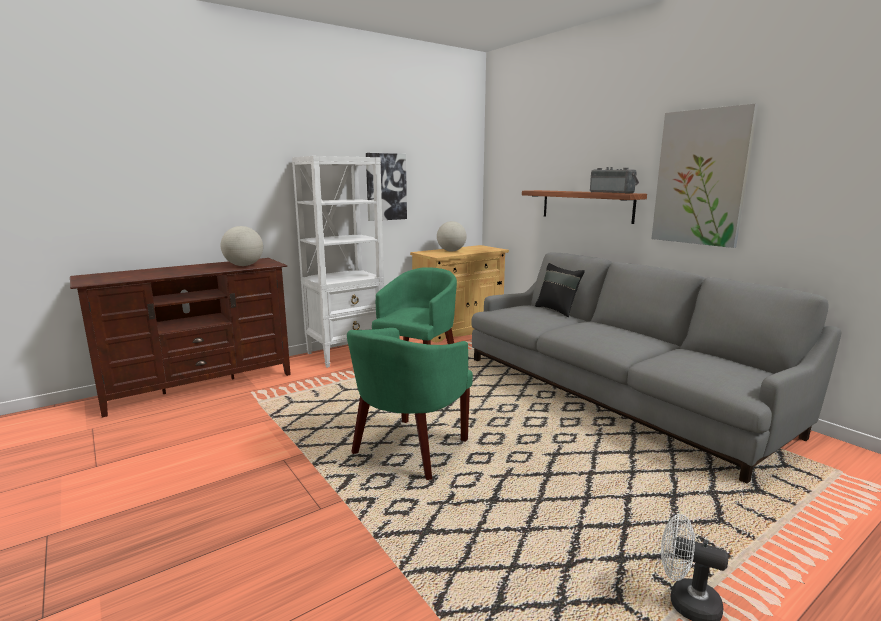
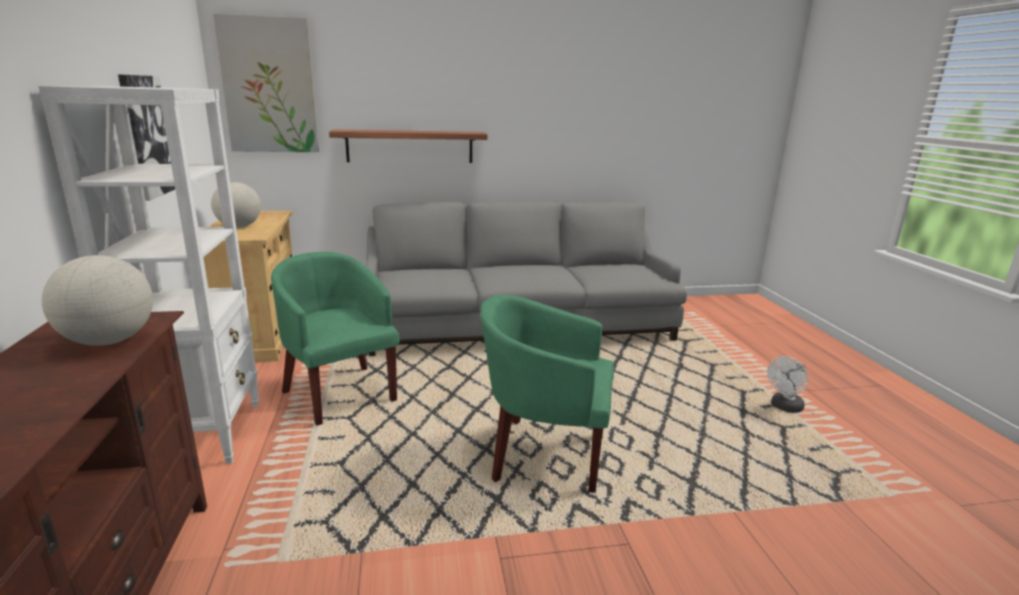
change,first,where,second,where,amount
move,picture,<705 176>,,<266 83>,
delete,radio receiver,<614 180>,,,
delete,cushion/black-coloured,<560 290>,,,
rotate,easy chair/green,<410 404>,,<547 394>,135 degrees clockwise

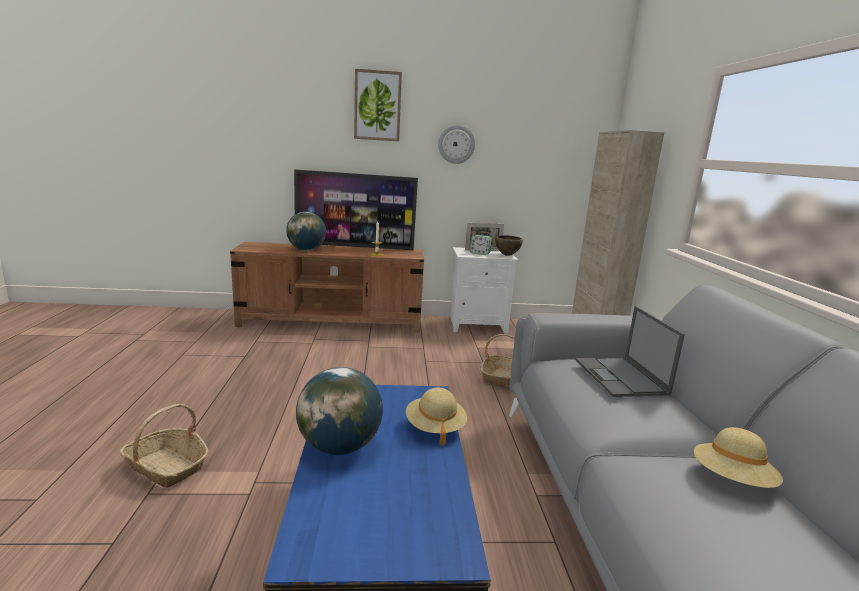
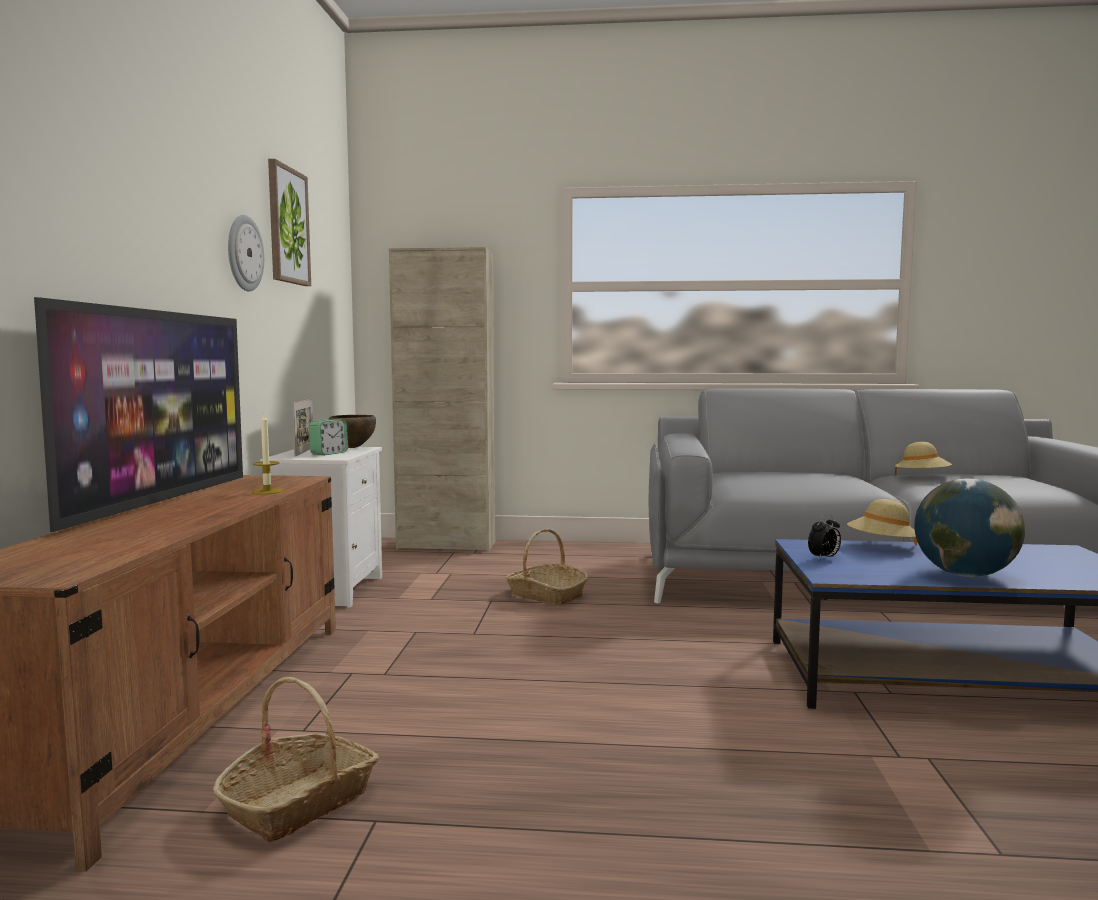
change,first,where,second,where,amount
move,picture,<378 105>,,<289 222>,
delete,world globe,<306 231>,,,
delete,laptop,<630 351>,,,
move,household basket,<164 446>,,<296 759>,
insert,,,alarm clock,<824 537>,

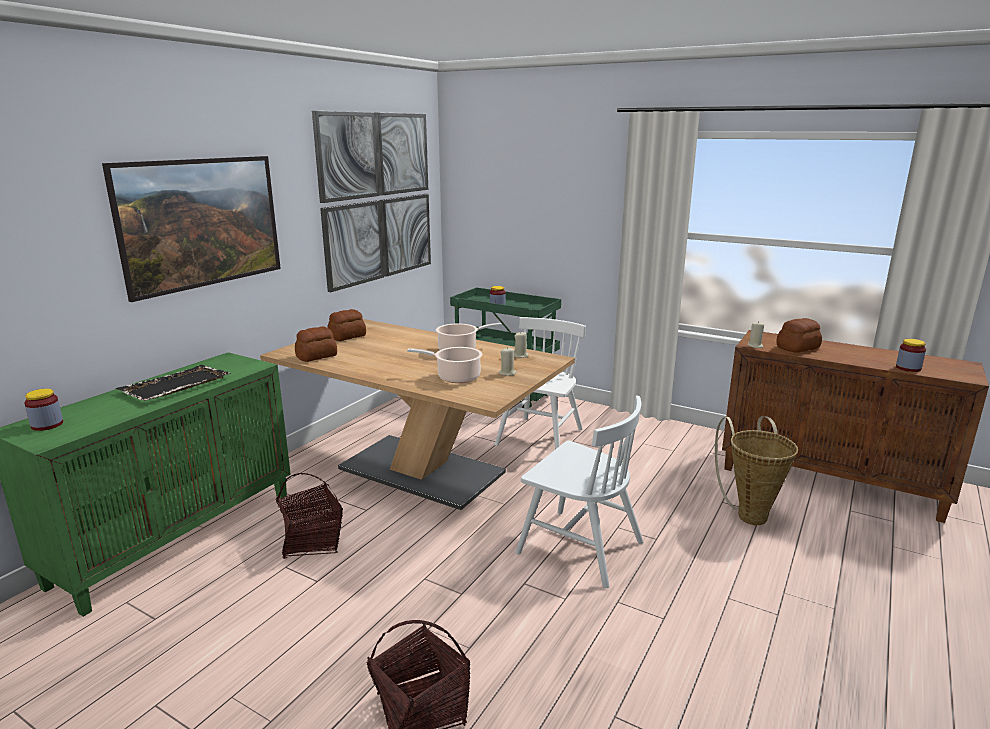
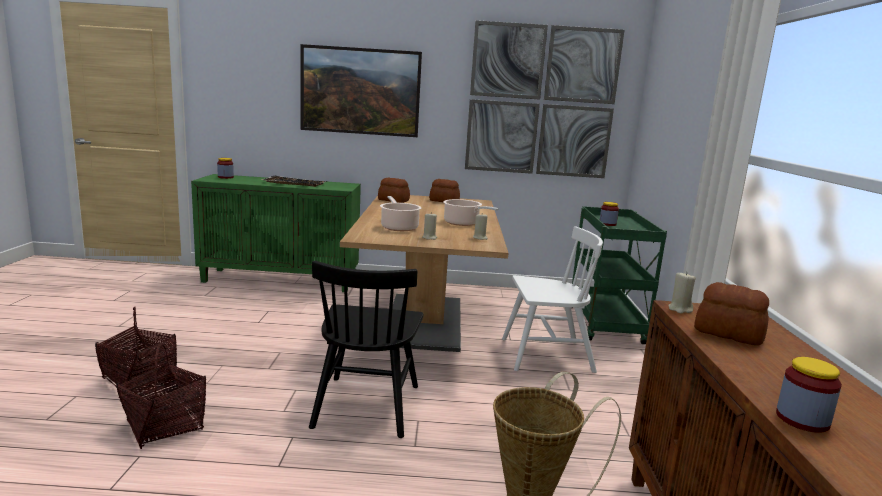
change,first,where,second,where,amount
recolor,plain chair/whitish,<579 492>,plain chair/black-coloured,<366 349>,
move,household basket,<309 516>,,<161 396>,

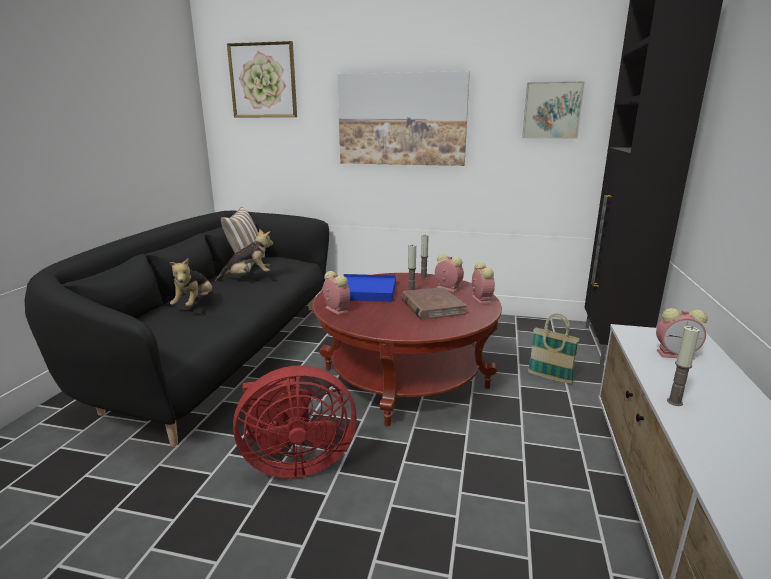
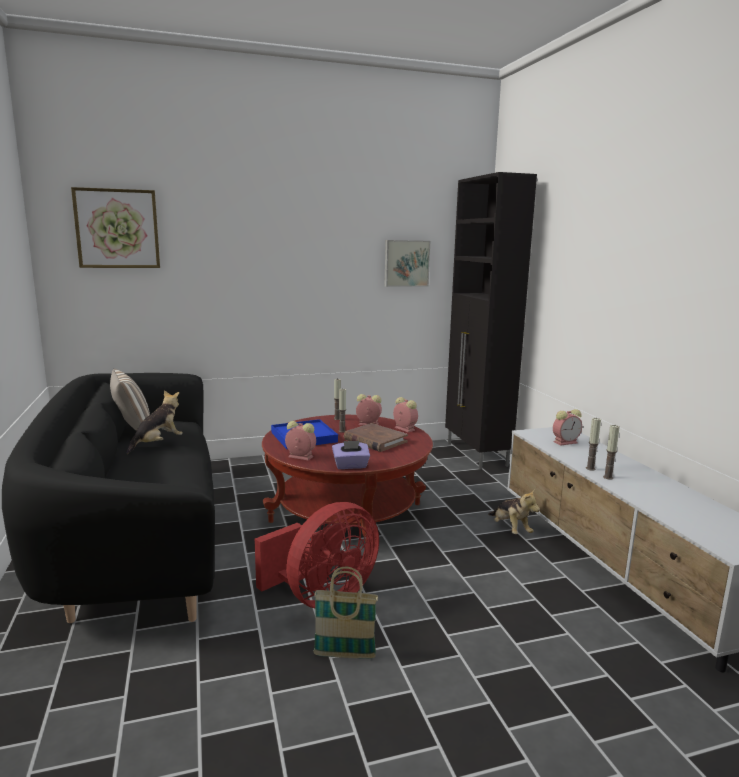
change,first,where,second,where,amount
delete,picture,<404 118>,,,
move,soft toy,<191 282>,,<514 511>,
move,household basket,<554 349>,,<345 613>,
insert,,,wax light,<611 452>,
insert,,,tissue holder/purple,<351 455>,

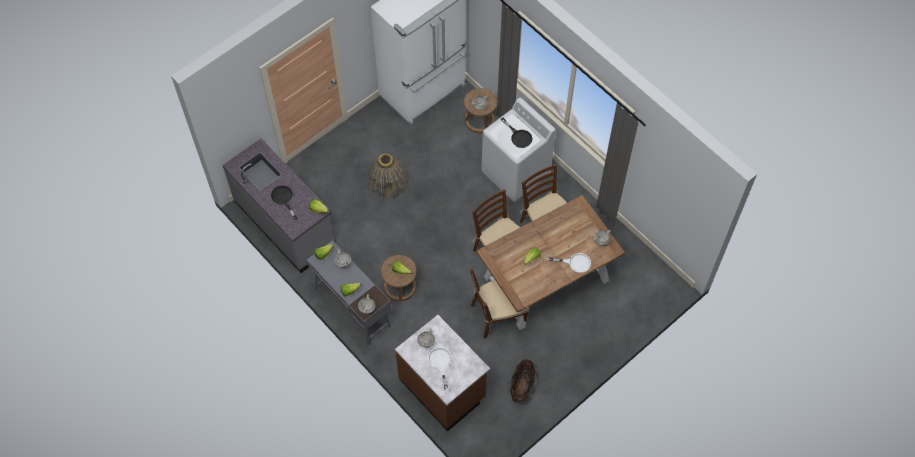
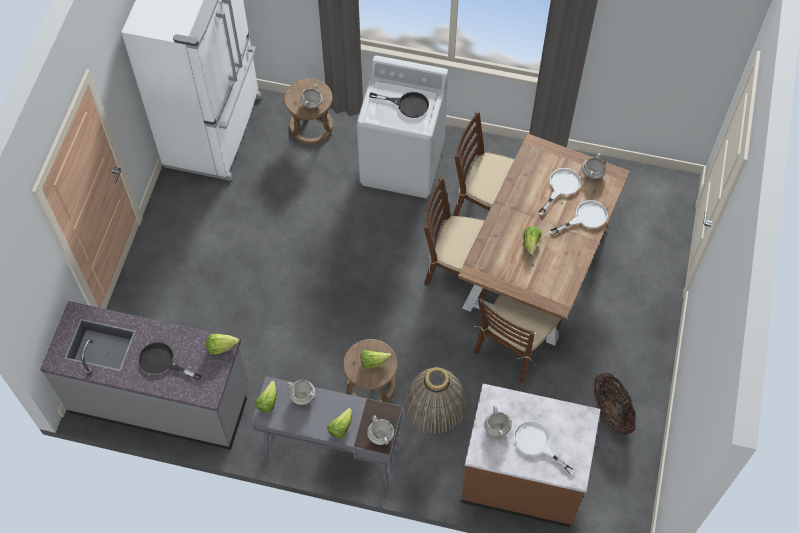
change,first,where,second,where,amount
move,household basket,<388 176>,,<435 400>,
insert,,,skillet/whitish,<559 191>,

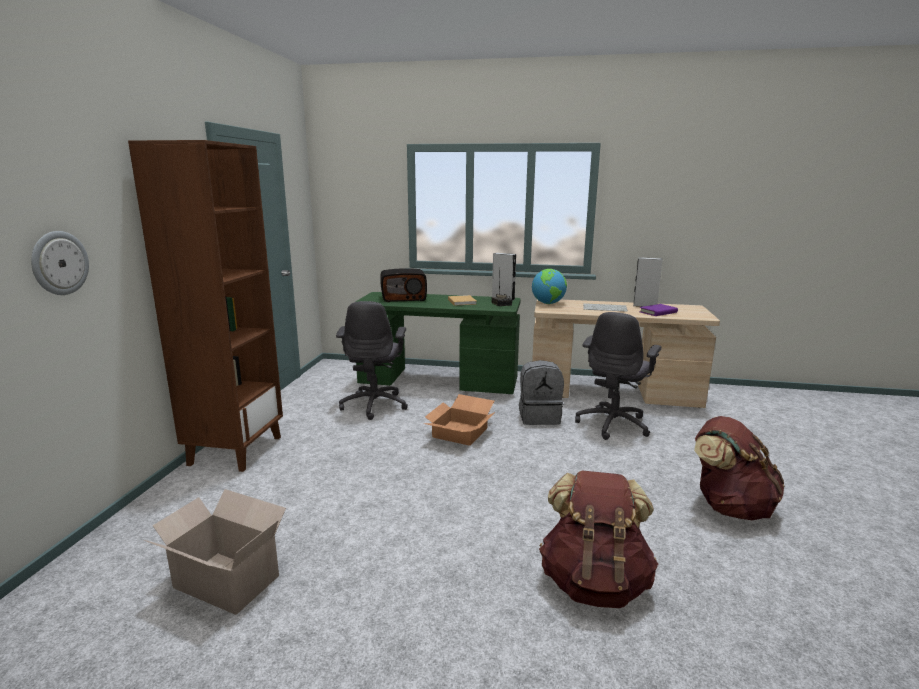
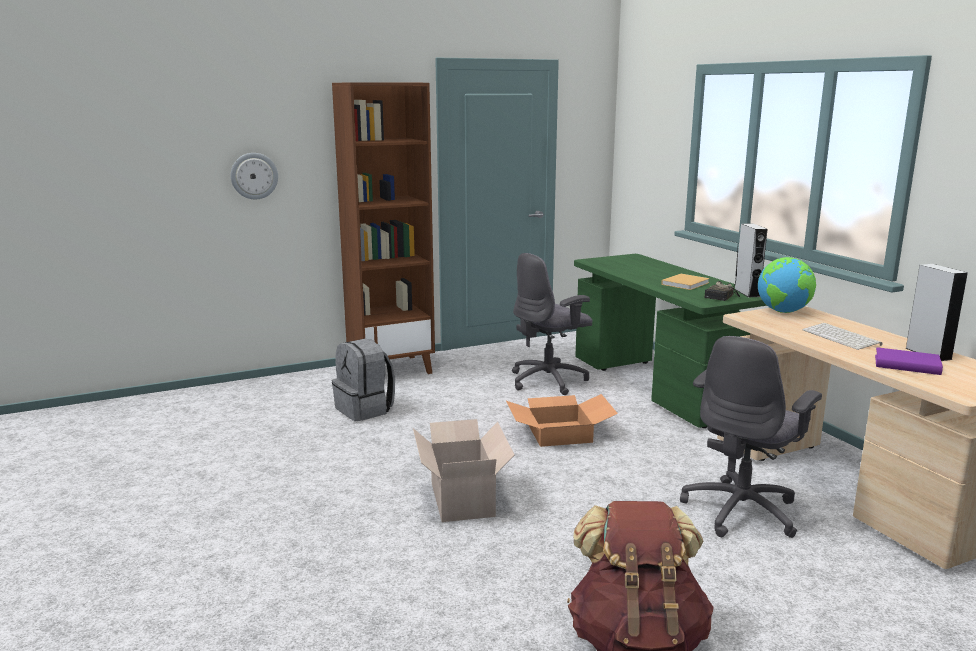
change,first,where,second,where,amount
delete,radio receiver,<403 285>,,,
rotate,office chair/greyish,<618 376>,,<751 437>,45 degrees counterclockwise
move,rucksack/greyish,<541 392>,,<363 380>,
delete,rucksack/brownish,<598 539>,,,
move,packing box,<215 552>,,<463 470>,

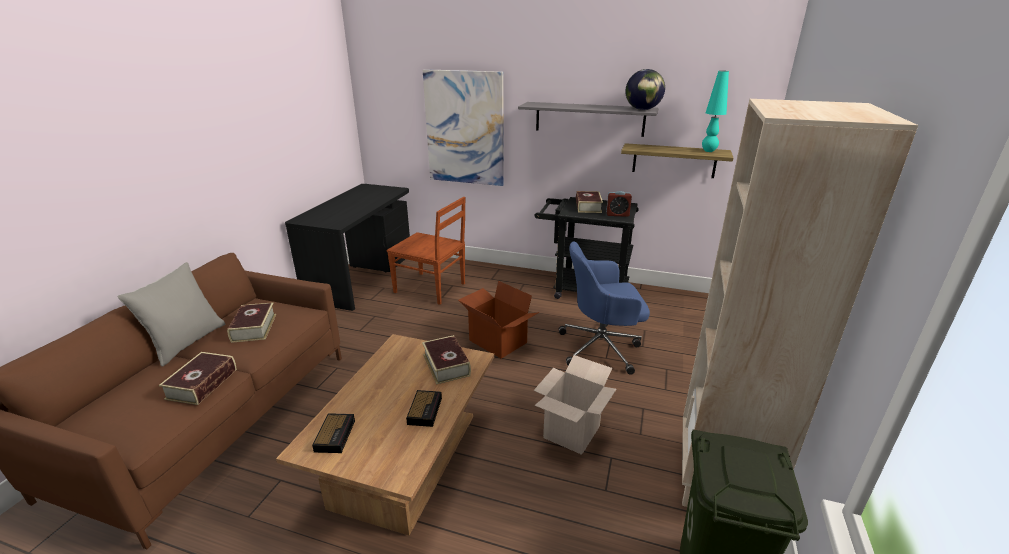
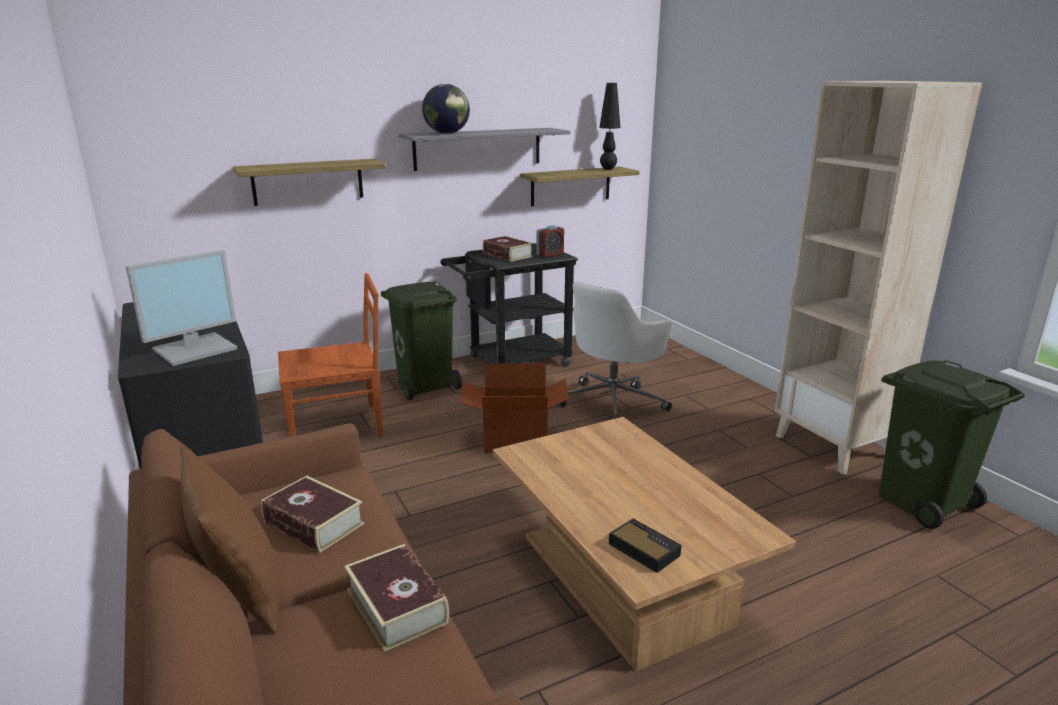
change,first,where,second,where,amount
replace,picture,<463 127>,wall shelf,<309 182>,
move,world globe,<645 89>,,<446 109>,
recolor,tabletop lamp/turquoise,<715 111>,tabletop lamp/black-coloured,<610 126>,
recolor,office chair/blue-coloured,<604 308>,office chair/whitish,<614 350>,
recolor,cushion/greyish,<171 314>,cushion/brownish,<229 539>,
delete,bound book,<446 360>,,,
delete,packing box,<575 405>,,,
delete,alarm clock,<424 408>,,,
insert,,,monitor,<181 308>,
insert,,,rubbish bin/green,<421 340>,

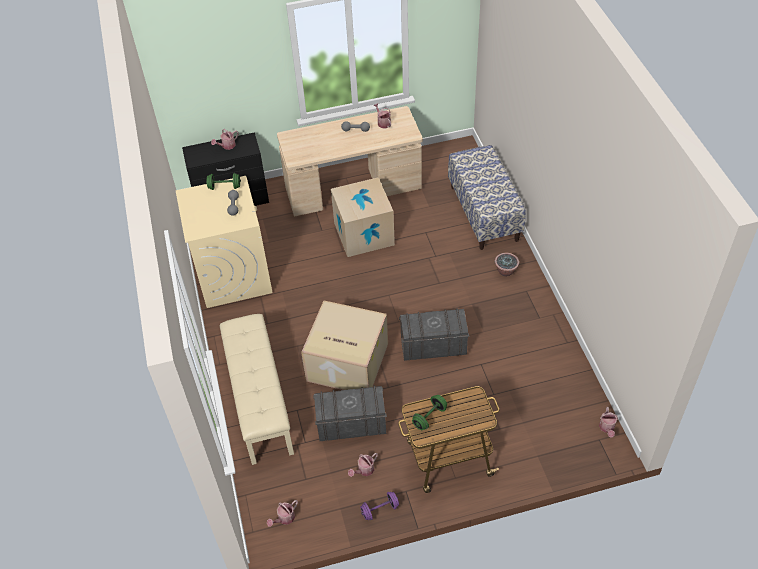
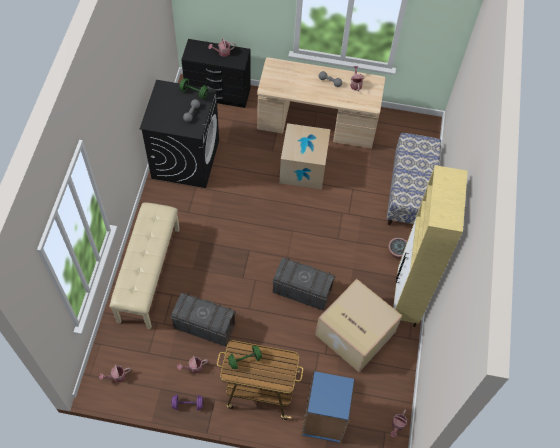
change,first,where,second,where,amount
recolor,laundry machine/beige-coloured,<223 242>,laundry machine/black-coloured,<179 134>,
move,packing box,<344 345>,,<358 325>,
insert,,,storage cabinet/beige-coloured,<430 246>,
insert,,,bookshelf/blue-coloured,<328 407>,

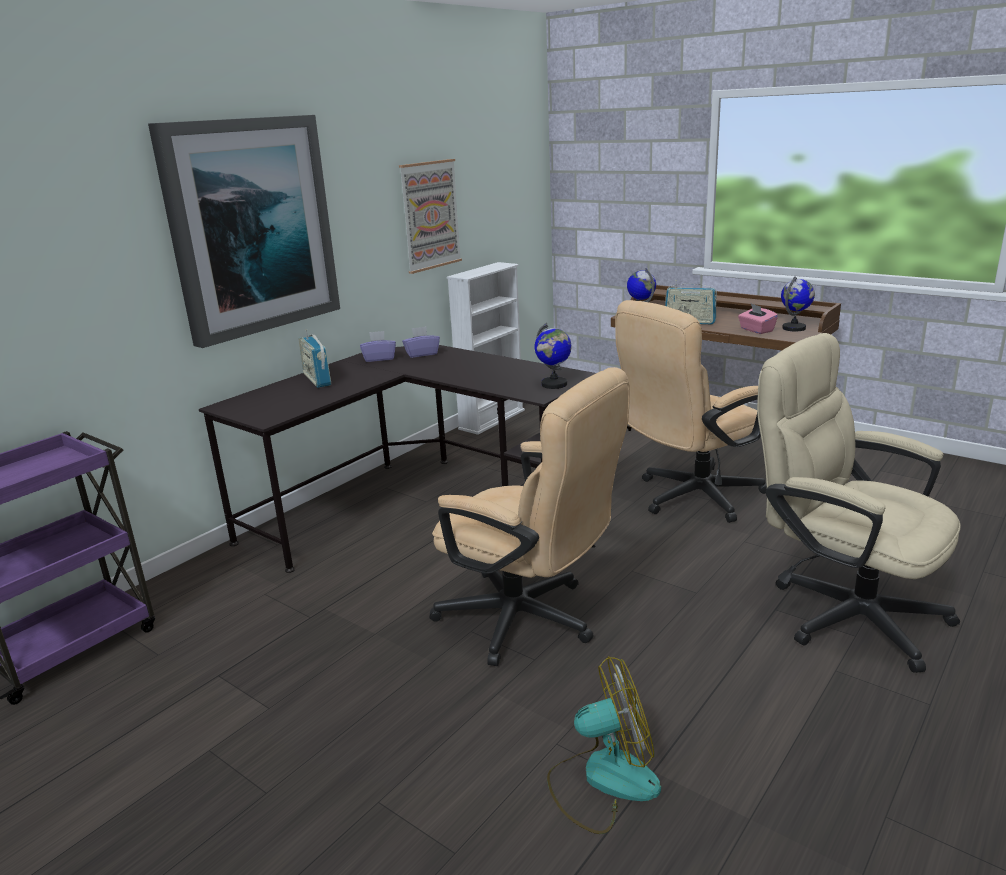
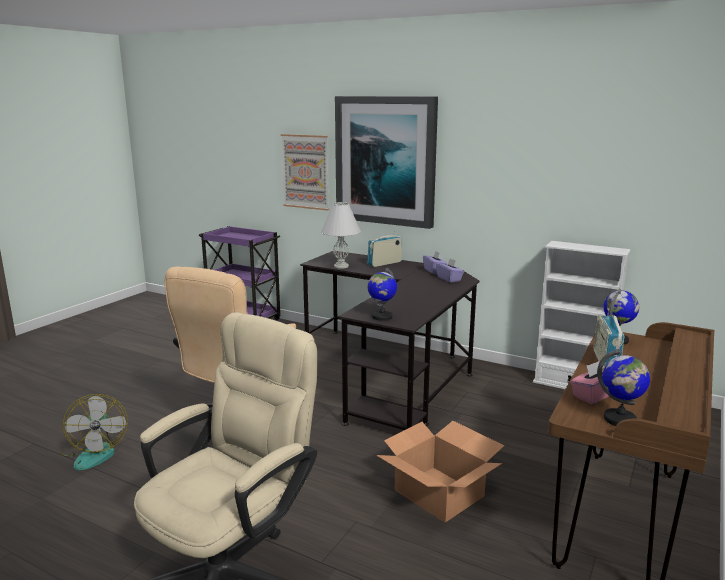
change,first,where,second,where,amount
move,picture,<430 216>,,<305 172>,
replace,office chair/beige-coloured,<691 411>,packing box,<440 471>,
insert,,,tabletop lamp/whitish,<341 235>,

